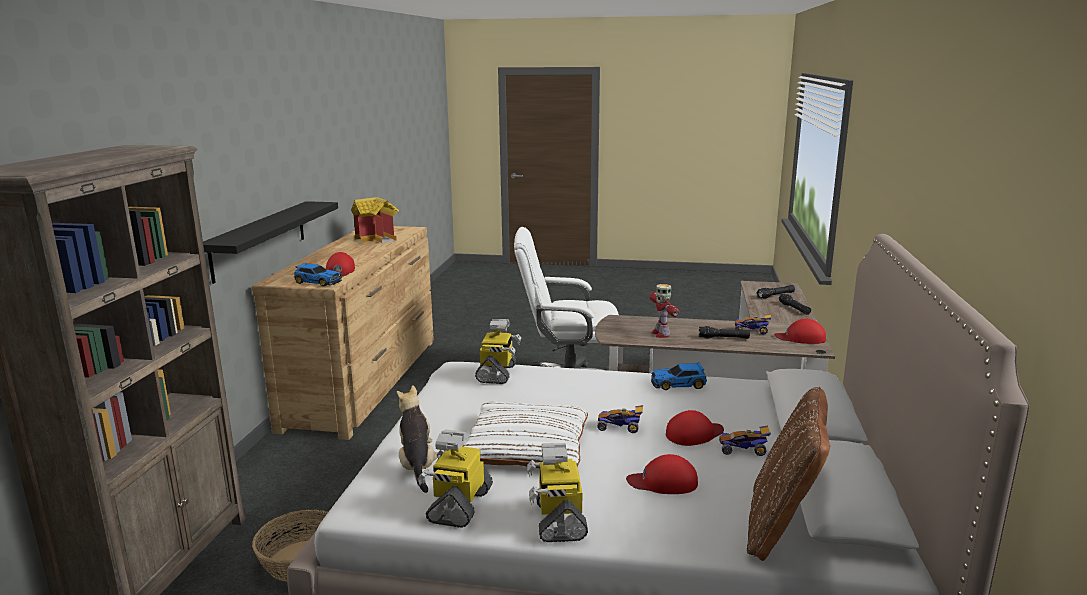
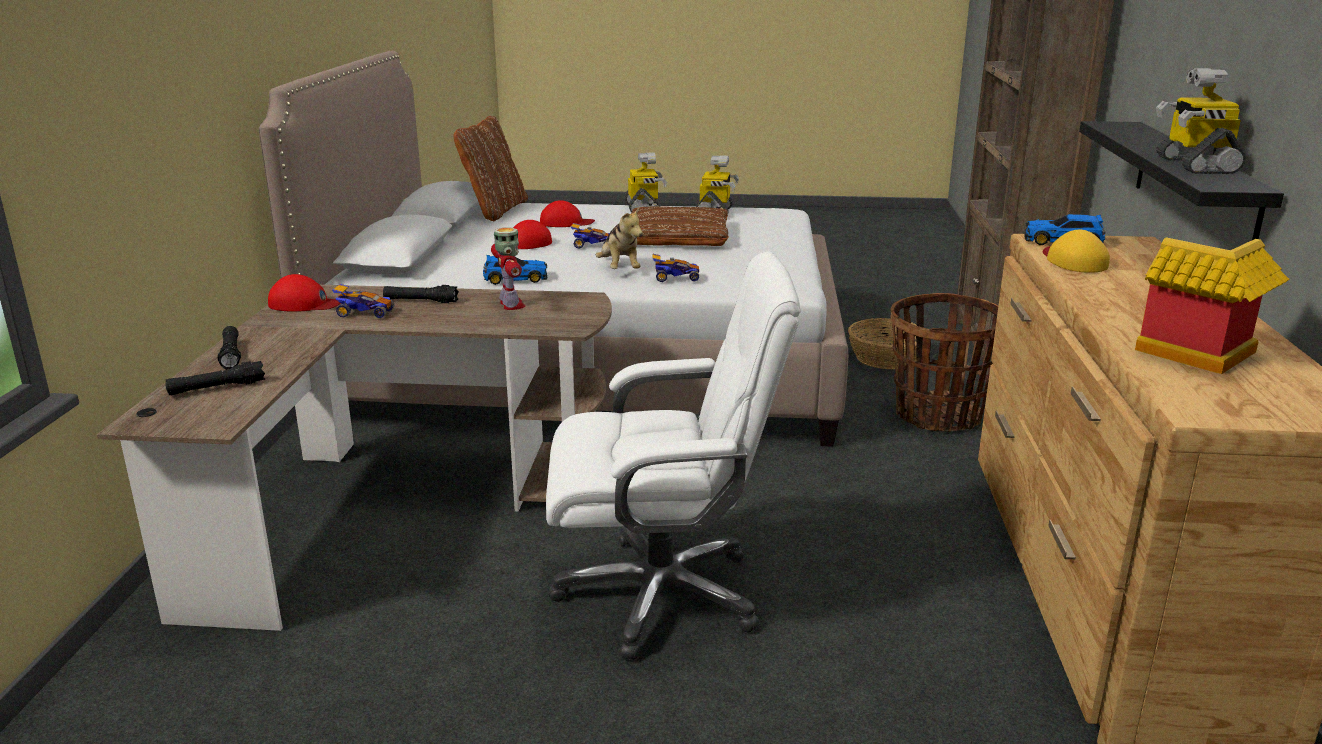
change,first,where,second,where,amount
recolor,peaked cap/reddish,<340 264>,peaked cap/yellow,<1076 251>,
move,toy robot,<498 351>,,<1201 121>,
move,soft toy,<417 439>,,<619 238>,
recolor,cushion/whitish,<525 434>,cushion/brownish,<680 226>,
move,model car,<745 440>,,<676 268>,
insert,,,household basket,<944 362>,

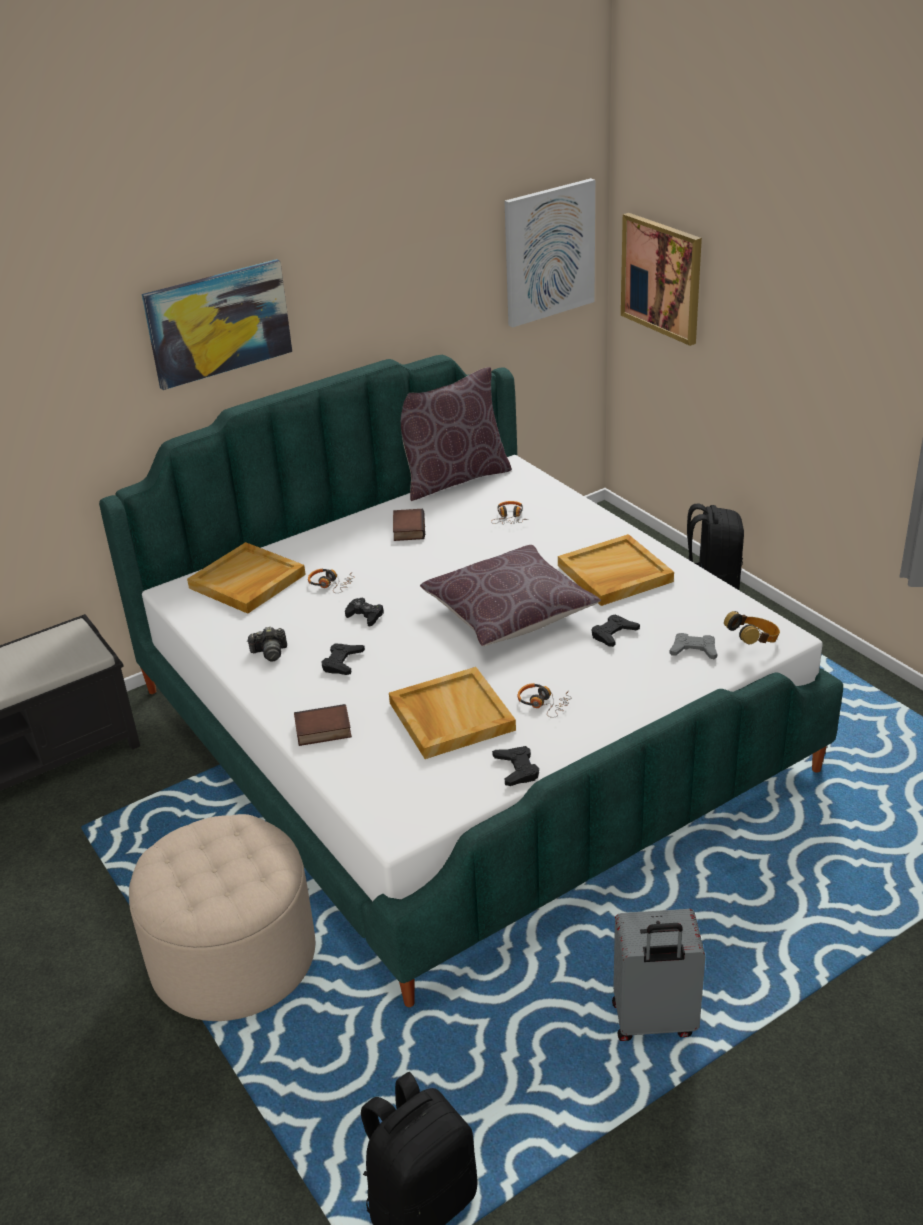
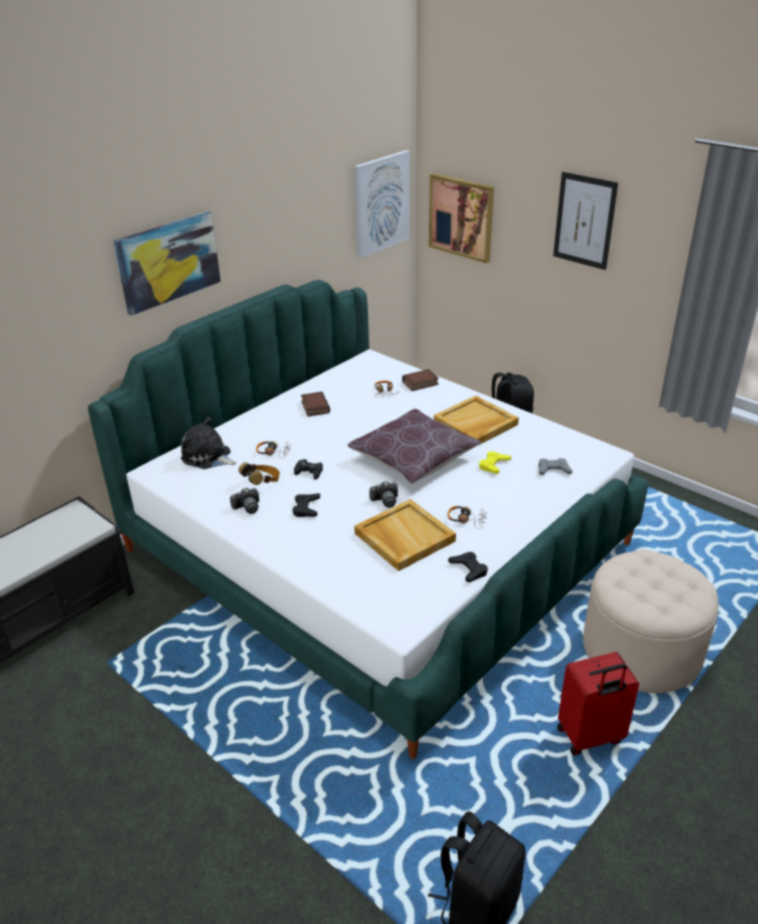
change,first,where,second,where,amount
delete,cushion/brownish,<456 434>,,,
replace,carrying tray/beige-coloured,<246 578>,soft toy,<209 443>,
move,headphones,<752 627>,,<259 473>,
recolor,joypad/black-coloured,<615 630>,joypad/yellow,<495 462>,
move,bound book,<323 725>,,<420 380>,
move,ottoman/beige-coloured,<222 917>,,<651 621>,
recolor,travel case/greyish,<658 975>,travel case/reddish,<598 704>,
insert,,,picture,<585 221>,
insert,,,still camera,<383 494>,

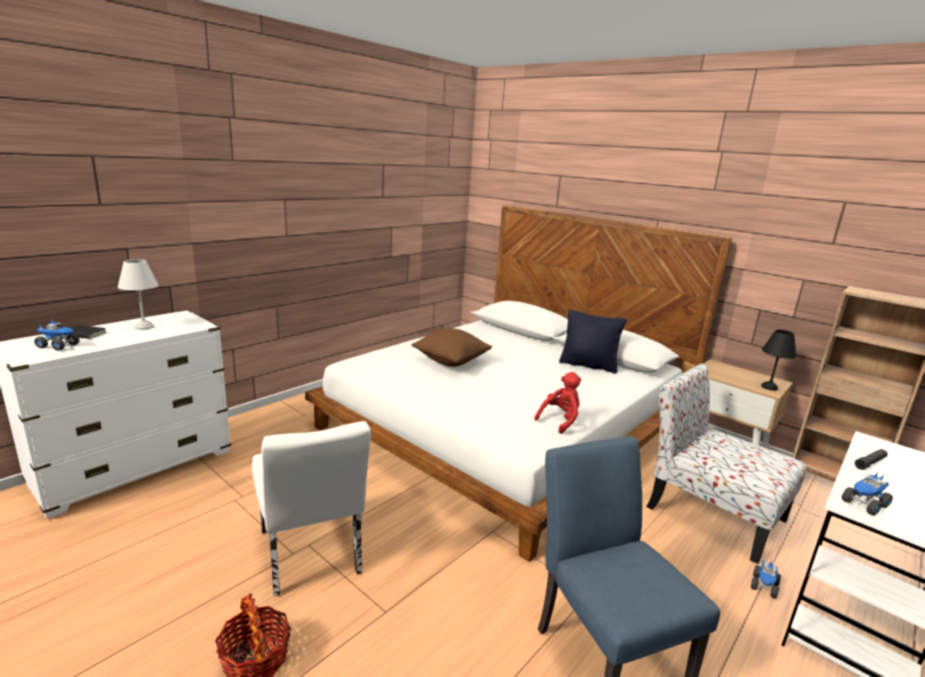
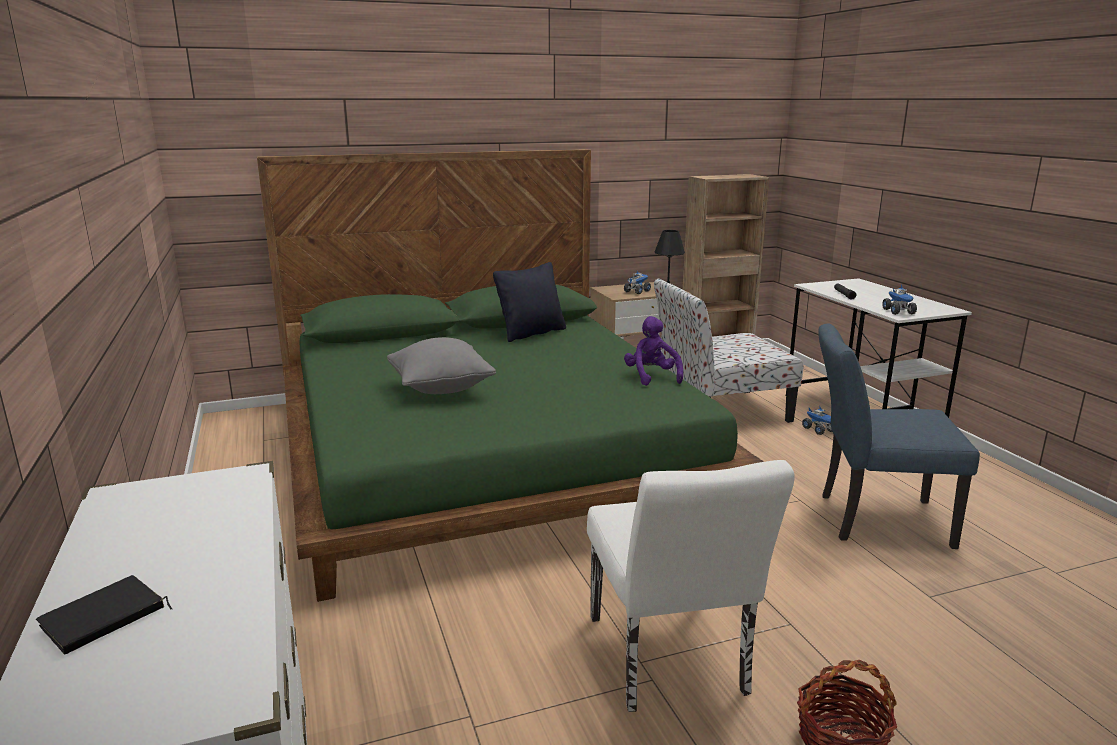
change,first,where,second,where,amount
recolor,bed/whitish,<518 383>,bed/green,<510 375>,
delete,tabletop lamp/whitish,<138 294>,,,
move,toy lorry,<57 335>,,<637 282>,
recolor,cushion/brownish,<451 347>,cushion/greyish,<441 365>,
recolor,soft toy/reddish,<557 403>,soft toy/purple,<653 351>,
rotate,plain chair/whitish,<311 508>,,<691 586>,75 degrees clockwise

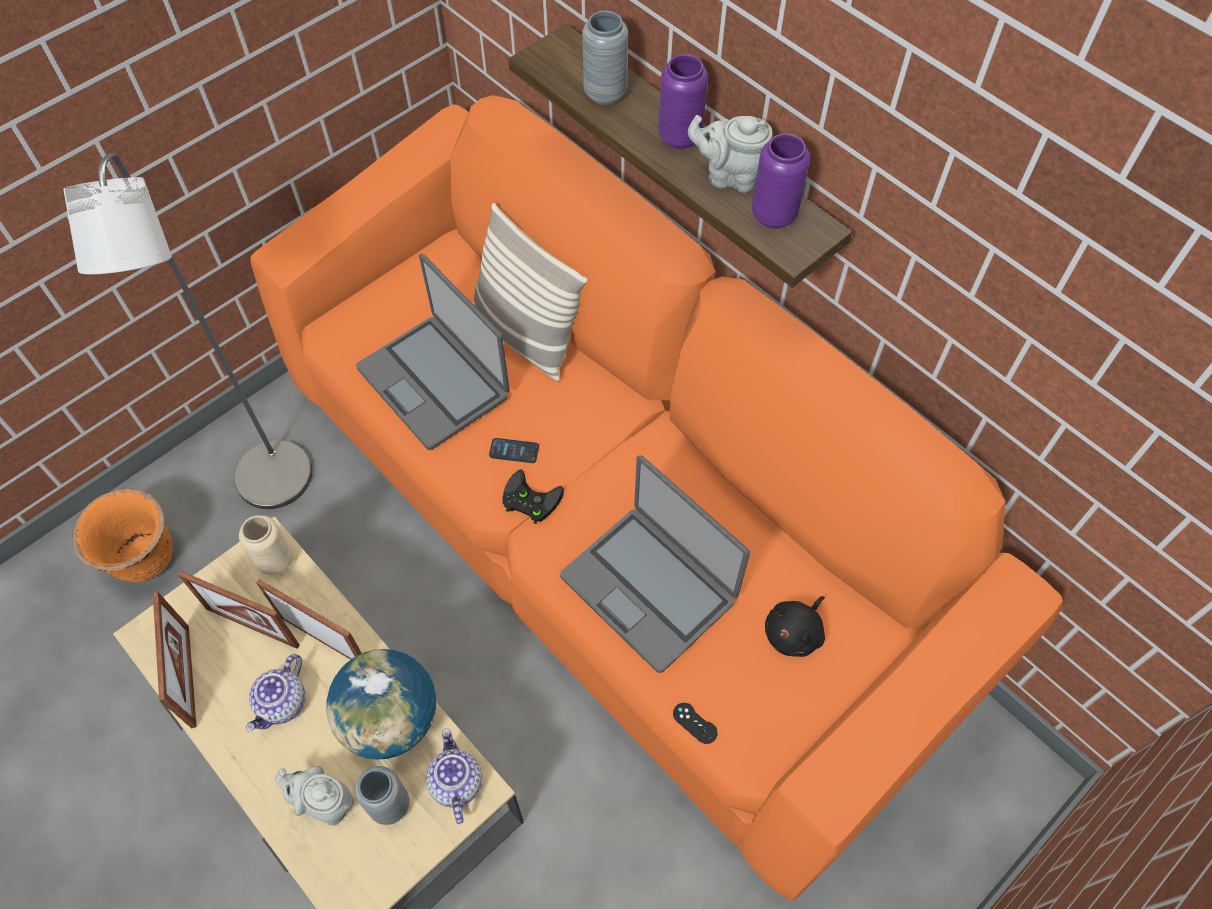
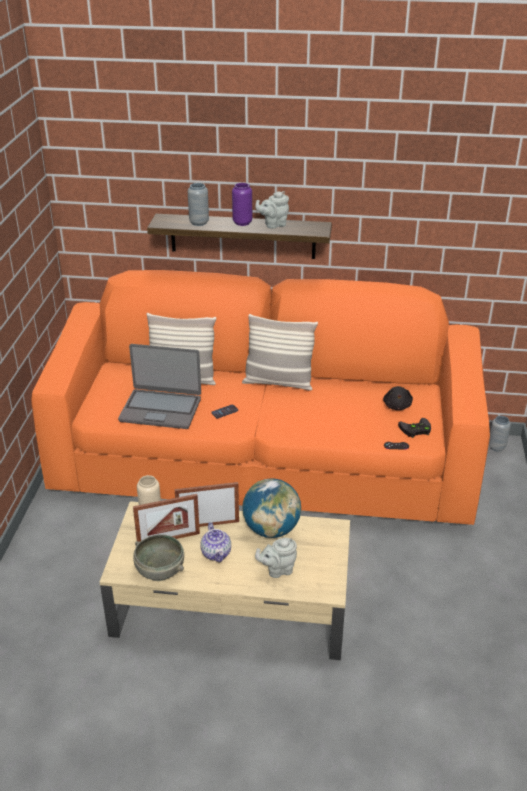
change,first,where,second,where,amount
delete,flower vase/purple,<781 181>,,,
delete,standard lamp/greyish,<187 331>,,,
delete,laptop,<655 564>,,,
move,joypad/black-coloured,<533 497>,,<414 428>,
delete,plant pot/orange,<122 535>,,,
replace,photo frame,<175 660>,serving bowl/greyish,<158 557>,
delete,teapot,<454 776>,,,
move,flower vase/greyish,<382 795>,,<500 433>,
insert,,,cushion,<280 352>,

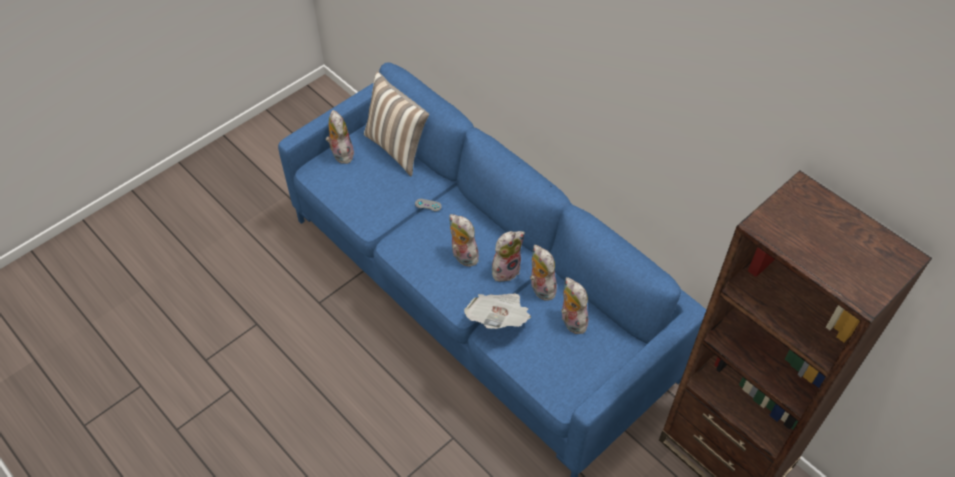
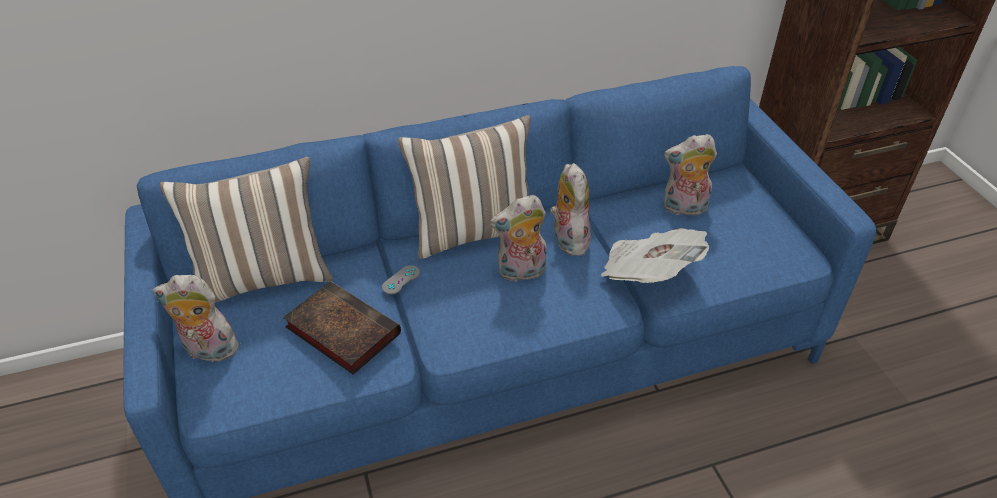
change,first,where,second,where,amount
delete,soft toy,<543 273>,,,
insert,,,cushion,<464 187>,
insert,,,bound book,<342 328>,

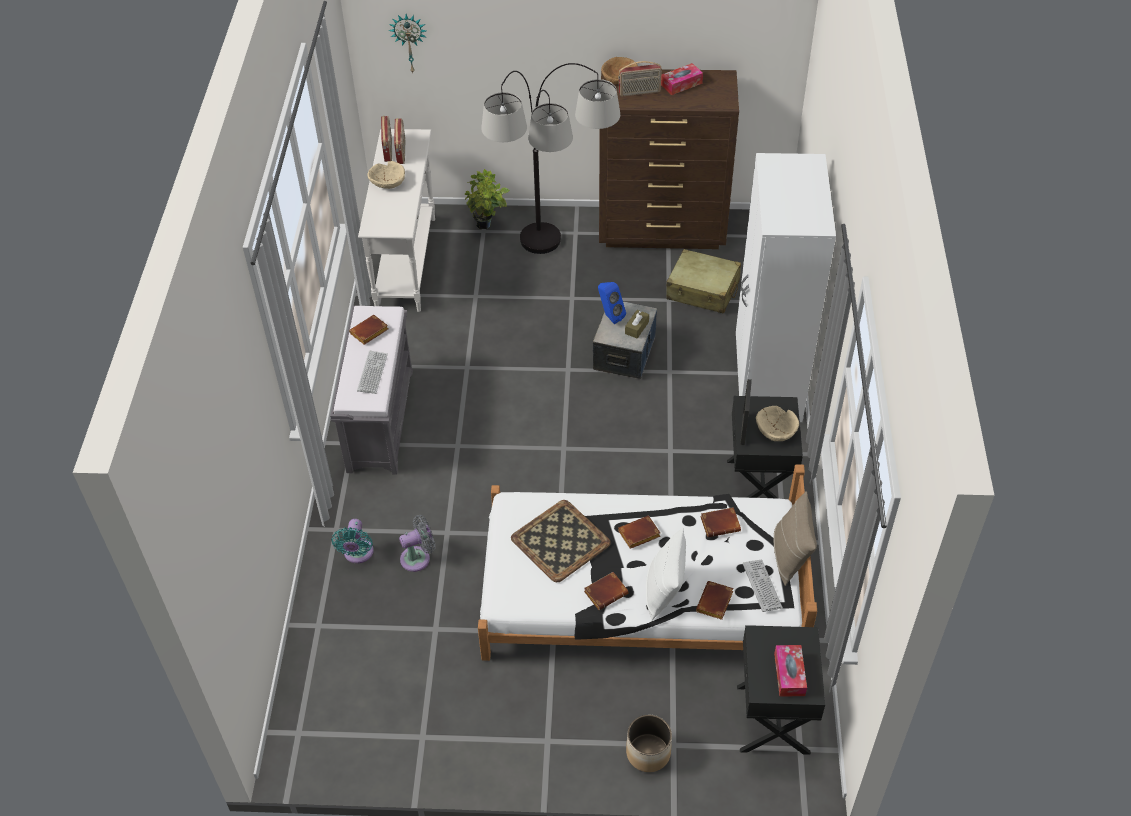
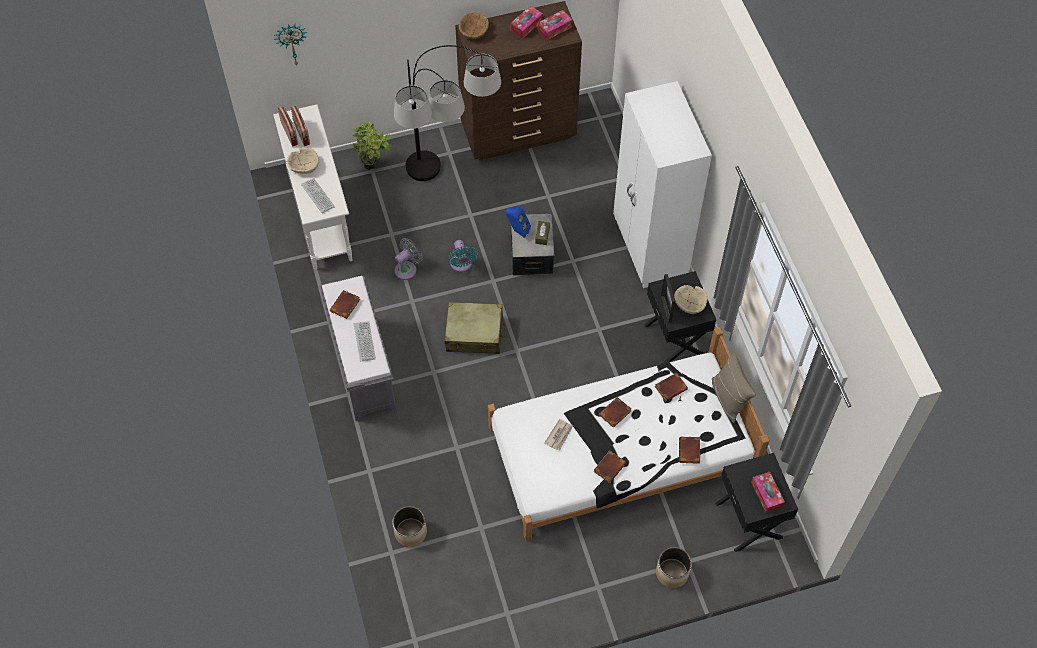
change,first,where,second,where,amount
delete,radio receiver,<640 79>,,,
move,travel case/beige-coloured,<703 281>,,<475 328>,
replace,carrying tray,<561 541>,newspaper,<558 434>,
move,electric fan/greyish,<417 543>,,<409 259>,
move,electric fan/turquoise,<352 541>,,<462 256>,
delete,cushion/whitish,<666 574>,,,
move,computer keyboard,<763 586>,,<318 195>,
insert,,,tissue holder,<554 25>,
insert,,,plant pot,<410 526>,

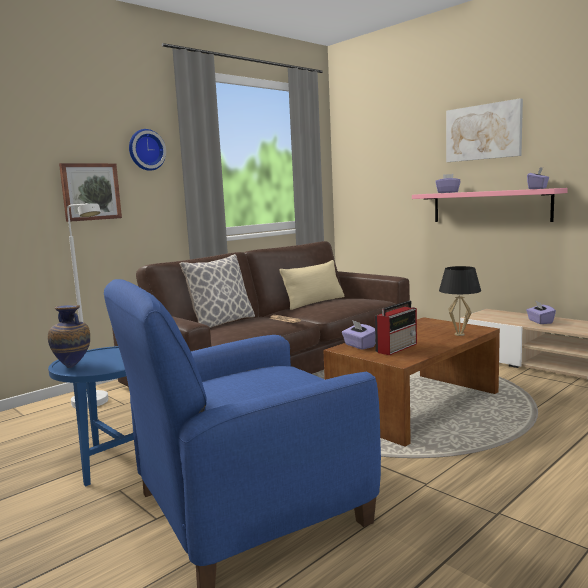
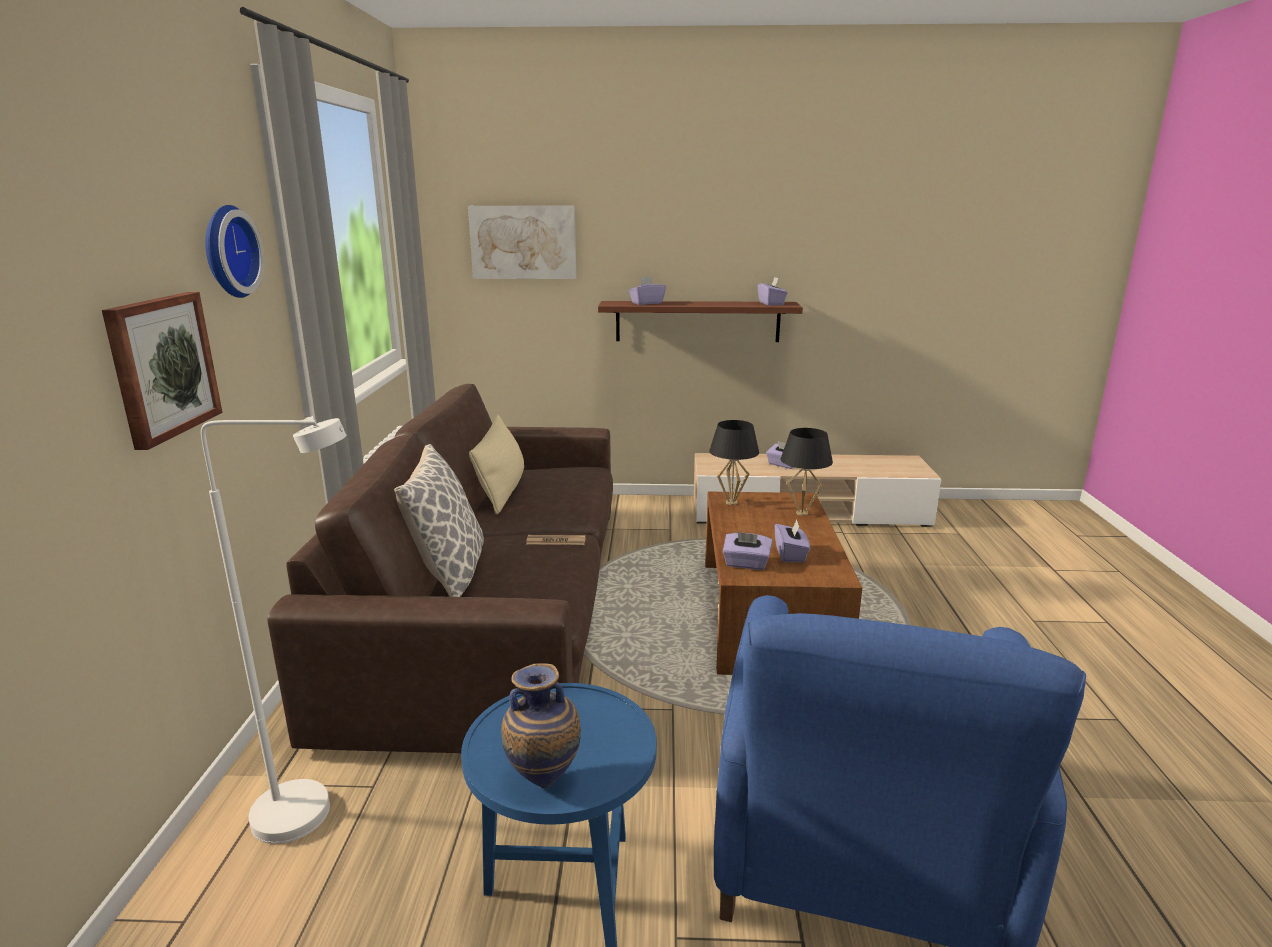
change,first,where,second,where,amount
move,picture,<484 130>,,<522 242>,
recolor,wall shelf/pinkish,<490 205>,wall shelf/brownish,<700 321>,
replace,radio receiver,<396 327>,tissue holder/purple,<792 541>,
insert,,,tabletop lamp/black-coloured,<734 462>,

